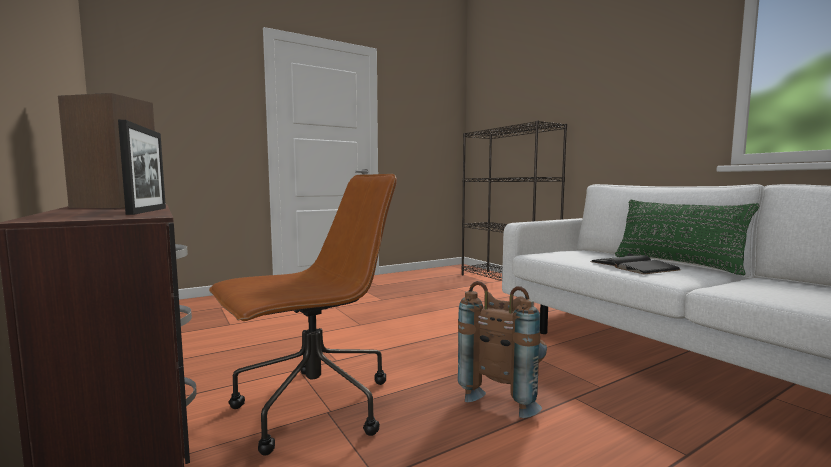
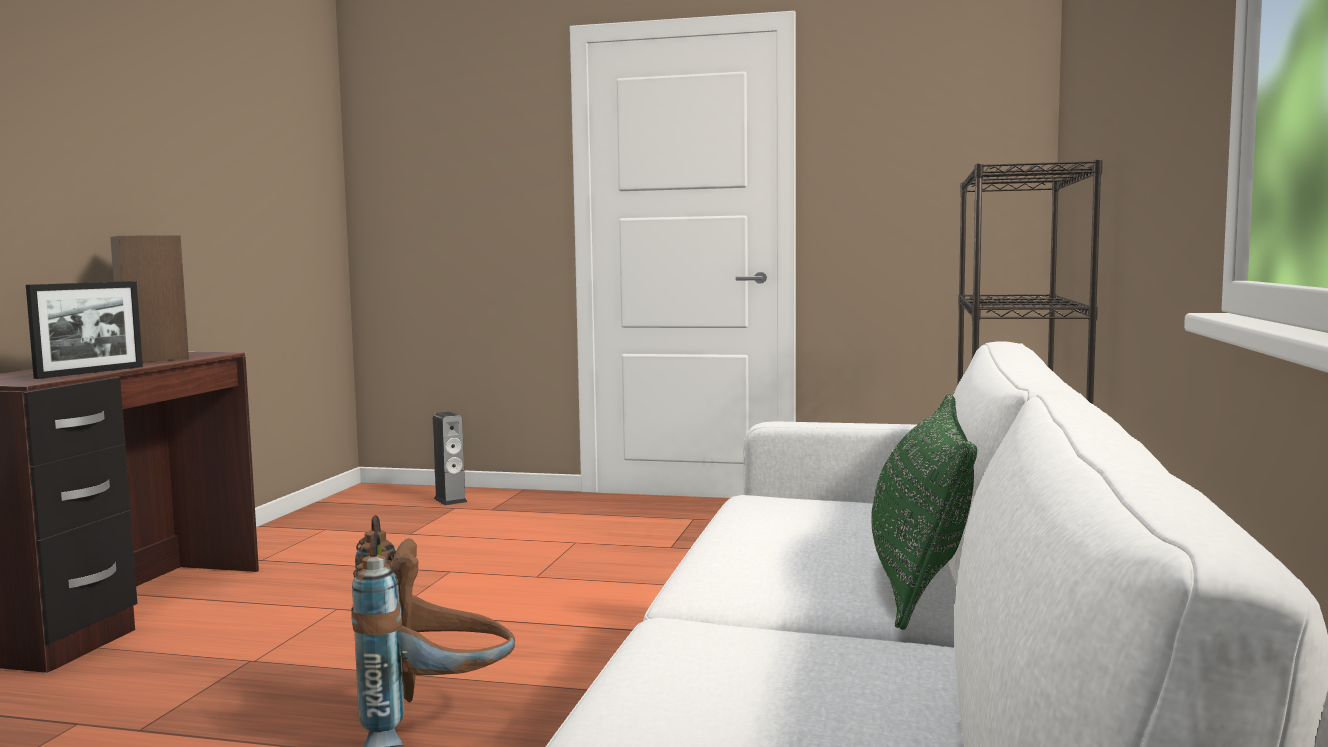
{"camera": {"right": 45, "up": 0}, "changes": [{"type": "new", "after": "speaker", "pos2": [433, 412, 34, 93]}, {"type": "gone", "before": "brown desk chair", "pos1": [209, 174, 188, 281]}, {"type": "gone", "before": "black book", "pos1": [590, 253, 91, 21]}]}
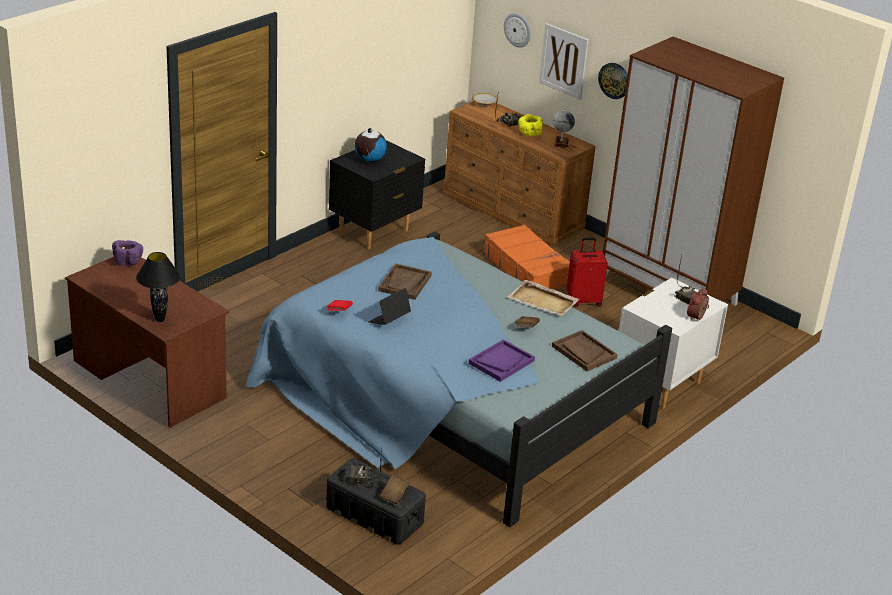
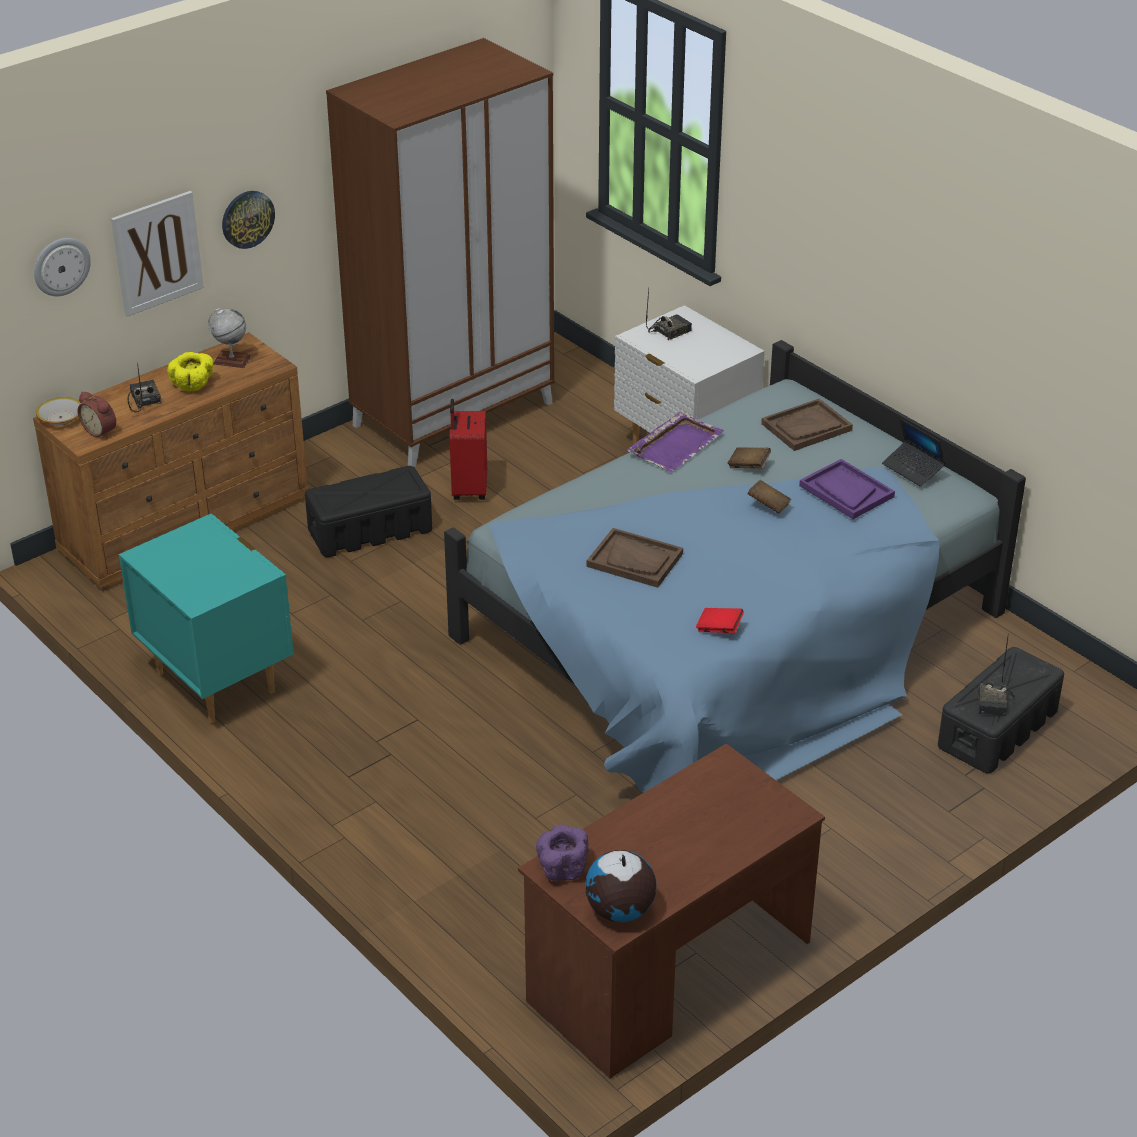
{"camera": {"right": -80, "up": 5}, "changes": [{"type": "shifted", "before": "table clock", "pos1": [687, 288, 22, 33], "pos2": [78, 392, 38, 47]}, {"type": "repainted", "before": "black bedside table", "after": "turquoise bedside table", "pos1": [329, 140, 96, 109], "pos2": [119, 513, 175, 211]}, {"type": "swapped", "before": "orange-coloured suitcase", "after": "black storage container", "pos1": [484, 224, 86, 65], "pos2": [305, 466, 127, 91]}, {"type": "shifted", "before": "desk globe", "pos1": [355, 128, 32, 34], "pos2": [585, 850, 72, 72]}, {"type": "repainted", "before": "beige tray", "after": "purplish tray", "pos1": [507, 280, 73, 36], "pos2": [627, 412, 97, 60]}, {"type": "shifted", "before": "brown book", "pos1": [379, 474, 30, 31], "pos2": [747, 480, 44, 34]}, {"type": "shifted", "before": "notebook computer", "pos1": [369, 288, 42, 37], "pos2": [882, 419, 63, 68]}, {"type": "gone", "before": "black lamp for a table", "pos1": [136, 252, 44, 70]}]}
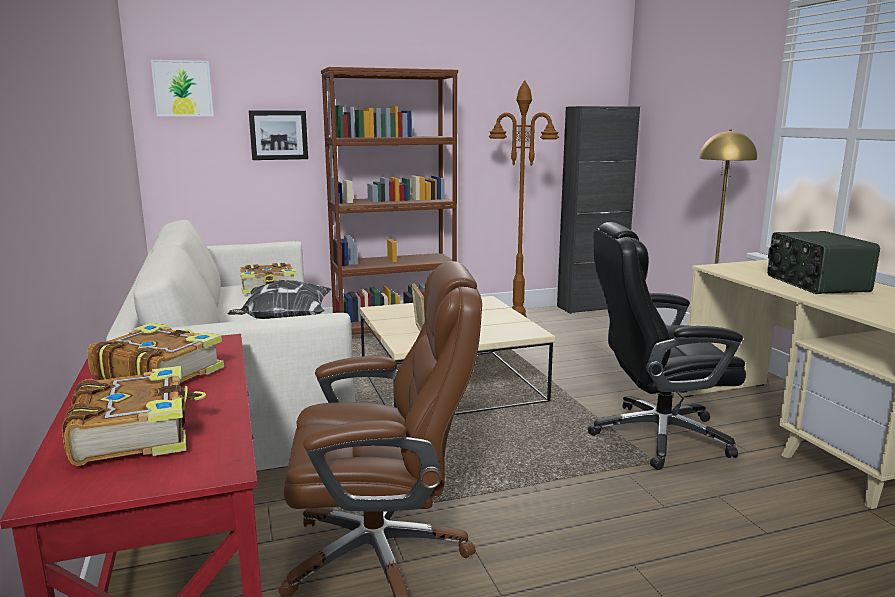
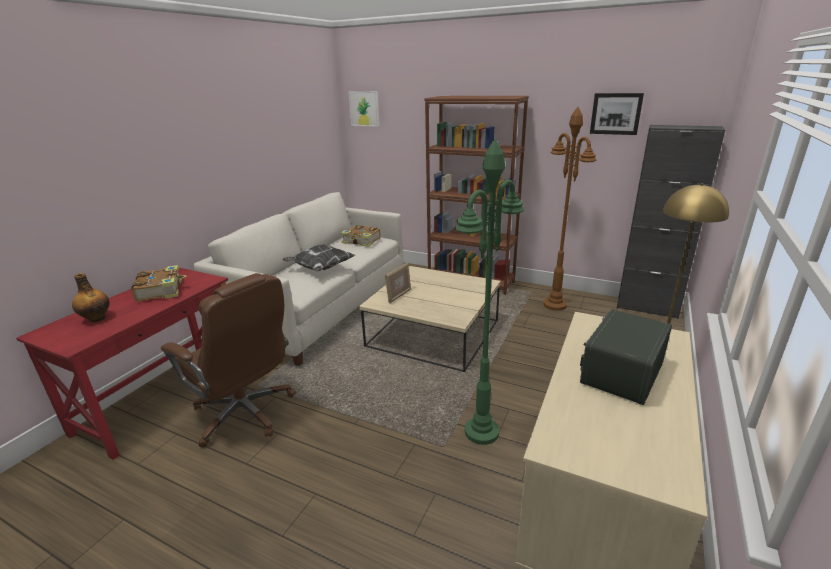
{"camera": {"right": 45, "up": 10}, "changes": [{"type": "swapped", "before": "book", "after": "bottle", "pos1": [62, 366, 144, 100], "pos2": [72, 273, 37, 49]}, {"type": "swapped", "before": "black desk chair", "after": "green-coloured standing lamp", "pos1": [588, 222, 158, 248], "pos2": [455, 139, 69, 306]}, {"type": "shifted", "before": "wall picture", "pos1": [249, 110, 59, 50], "pos2": [590, 93, 54, 42]}]}
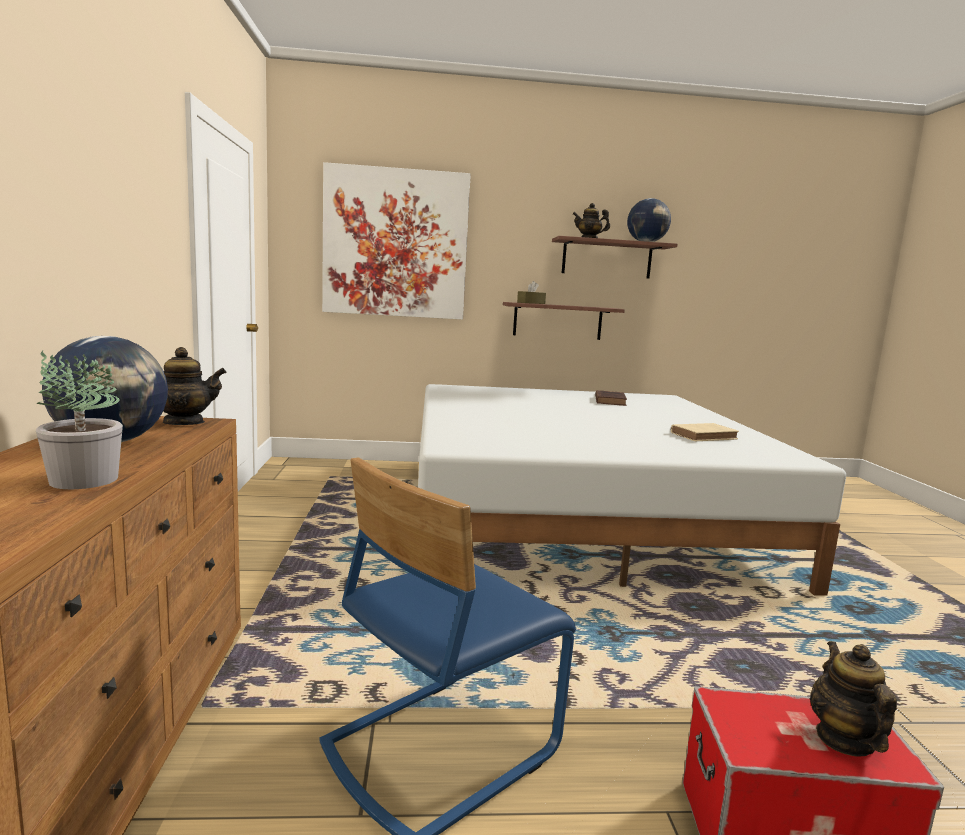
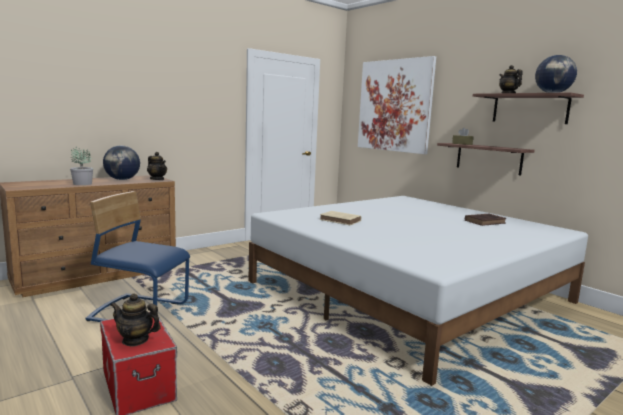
{"camera": {"right": 55, "up": 0}, "changes": [{"type": "rotated", "before": "pot for tea", "pos1": [810, 641, 87, 115], "pos2": [110, 293, 51, 53], "turn": -135}, {"type": "shifted", "before": "beige book", "pos1": [671, 423, 68, 18], "pos2": [320, 211, 41, 14]}]}
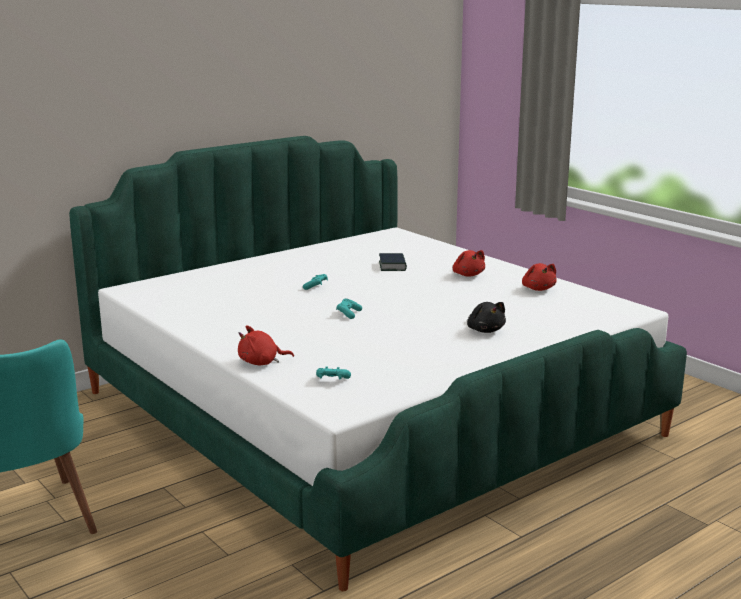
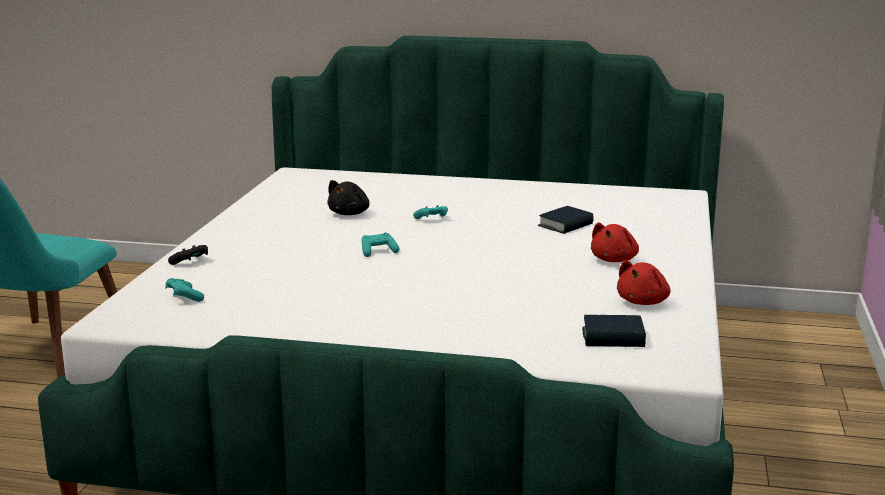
{"camera": {"right": 50, "up": 0}, "changes": [{"type": "swapped", "before": "reddish plush toy", "after": "black game controller", "pos1": [238, 325, 56, 40], "pos2": [168, 245, 40, 20]}, {"type": "shifted", "before": "black plush toy", "pos1": [467, 302, 39, 31], "pos2": [327, 180, 43, 35]}, {"type": "new", "after": "book", "pos2": [582, 315, 64, 32]}]}
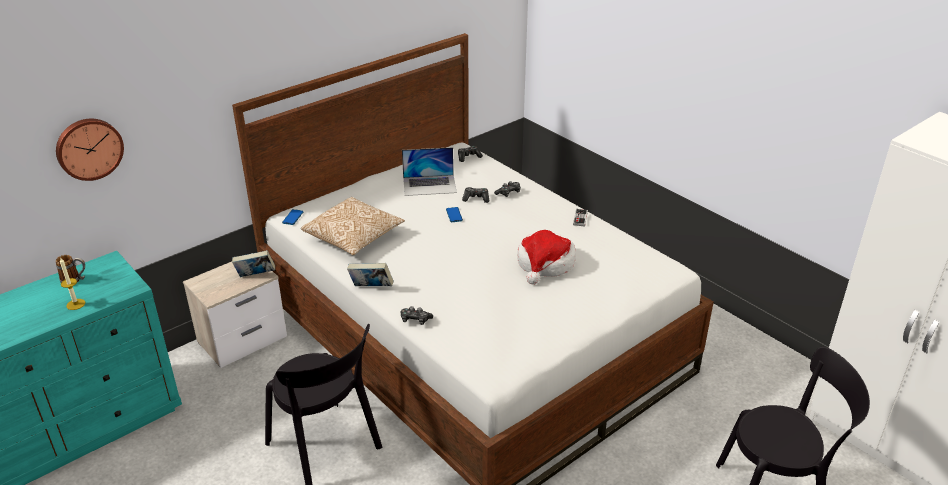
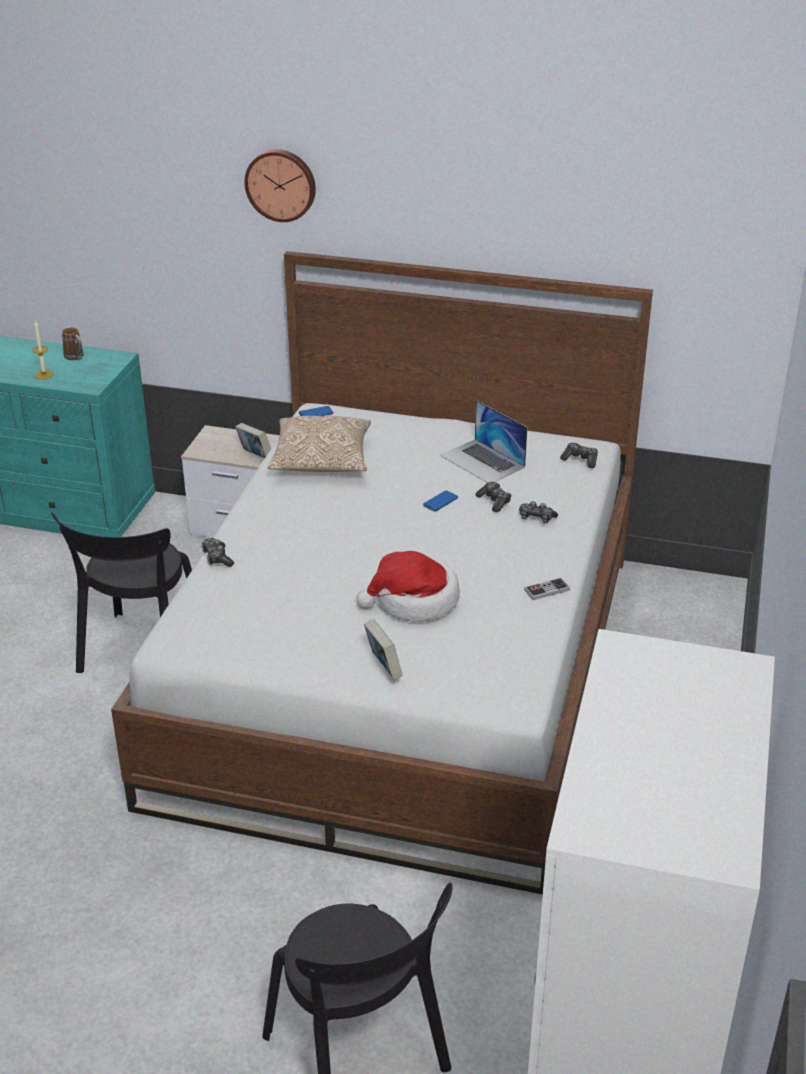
{"camera": {"right": 55, "up": 0}, "changes": [{"type": "shifted", "before": "wall clock", "pos1": [56, 119, 68, 62], "pos2": [244, 149, 72, 73]}, {"type": "shifted", "before": "book", "pos1": [347, 263, 47, 23], "pos2": [364, 619, 39, 61]}]}
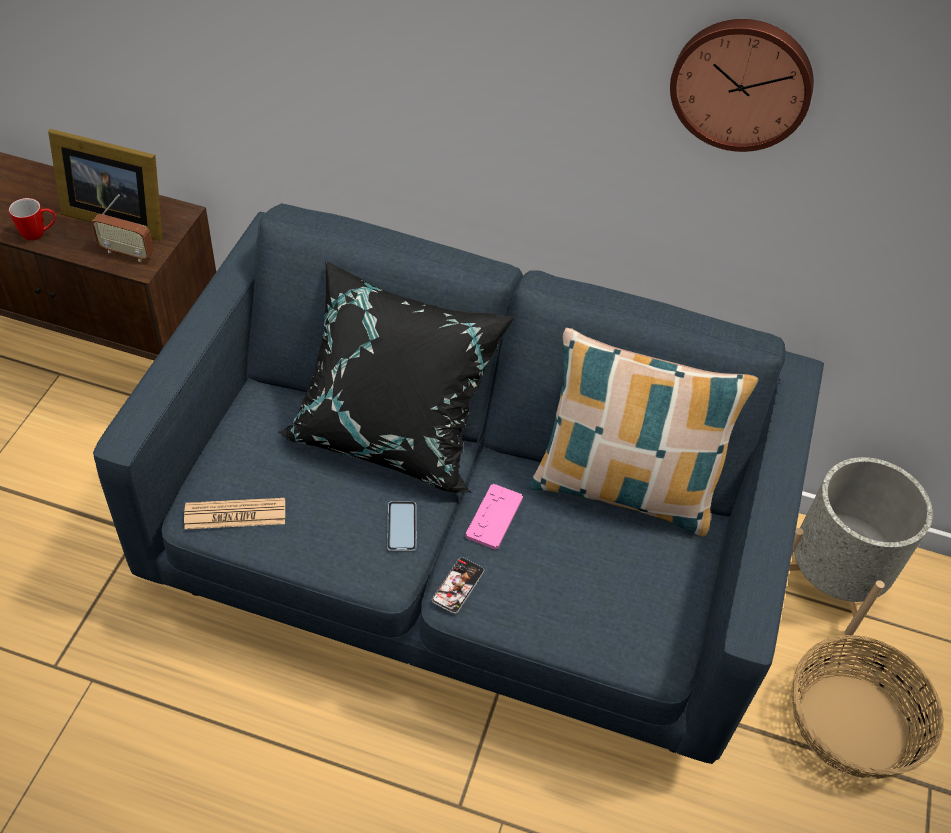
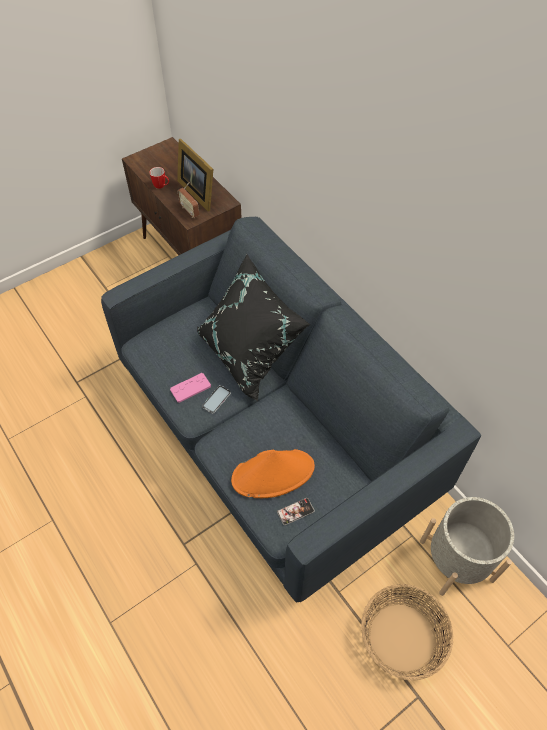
{"camera": {"right": 40, "up": 5}, "changes": [{"type": "shifted", "before": "pink-coloured game controller", "pos1": [465, 484, 58, 66], "pos2": [170, 373, 41, 30]}, {"type": "new", "after": "orange-coloured wearable hat", "pos2": [231, 449, 84, 49]}, {"type": "shifted", "before": "telephone", "pos1": [432, 557, 52, 57], "pos2": [277, 498, 37, 27]}, {"type": "gone", "before": "daily paper", "pos1": [184, 498, 101, 32]}, {"type": "gone", "before": "throw pillow", "pos1": [529, 328, 229, 209]}, {"type": "gone", "before": "wall clock", "pos1": [670, 19, 144, 133]}]}
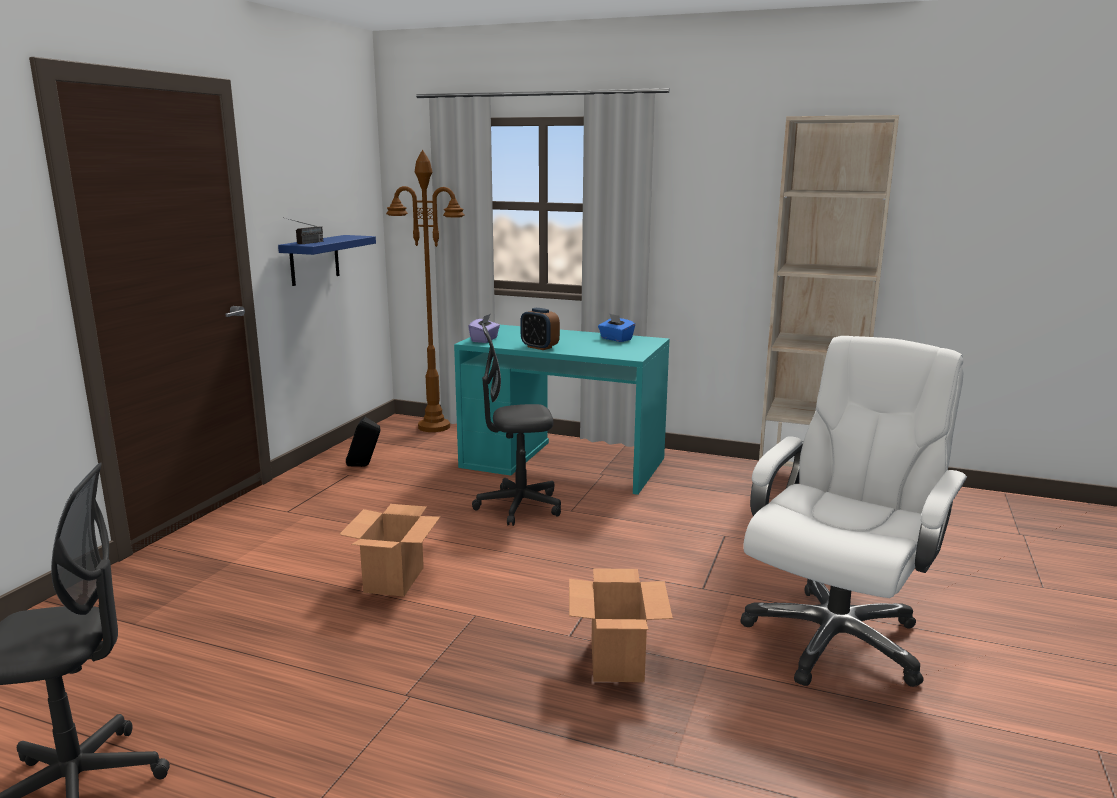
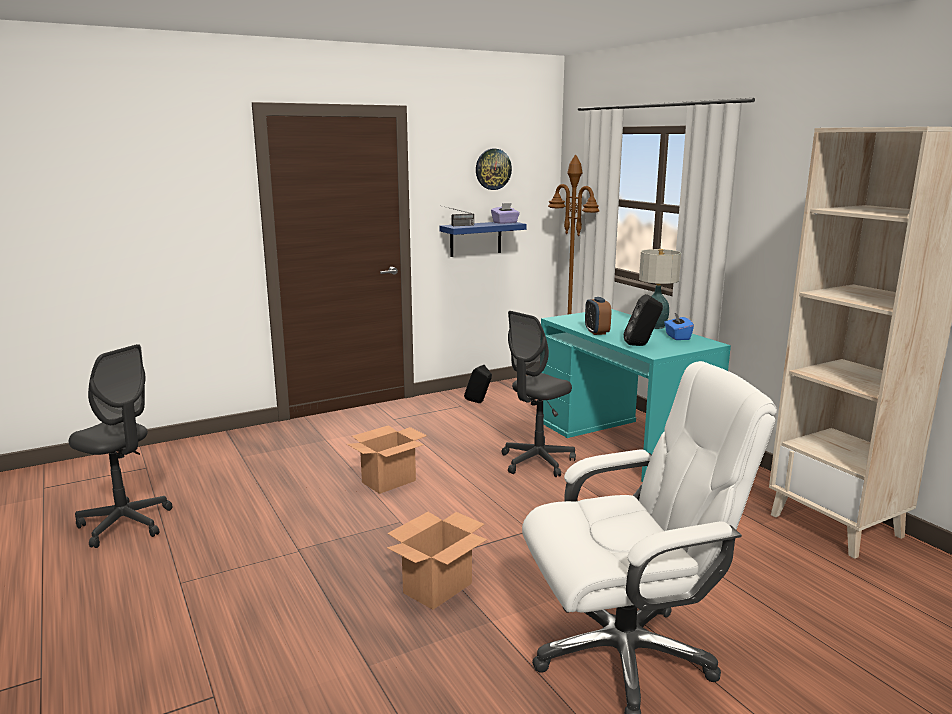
{"camera": {"right": 40, "up": 0}, "changes": [{"type": "new", "after": "wall clock", "pos2": [476, 149, 36, 41]}, {"type": "shifted", "before": "purplish tissue box", "pos1": [468, 314, 32, 29], "pos2": [491, 203, 29, 21]}, {"type": "rotated", "before": "grey desk chair", "pos1": [472, 323, 89, 203], "pos2": [502, 311, 74, 166], "turn": -75}, {"type": "new", "after": "black speaker", "pos2": [624, 294, 39, 52]}, {"type": "new", "after": "lamp for a table", "pos2": [639, 249, 42, 80]}]}
